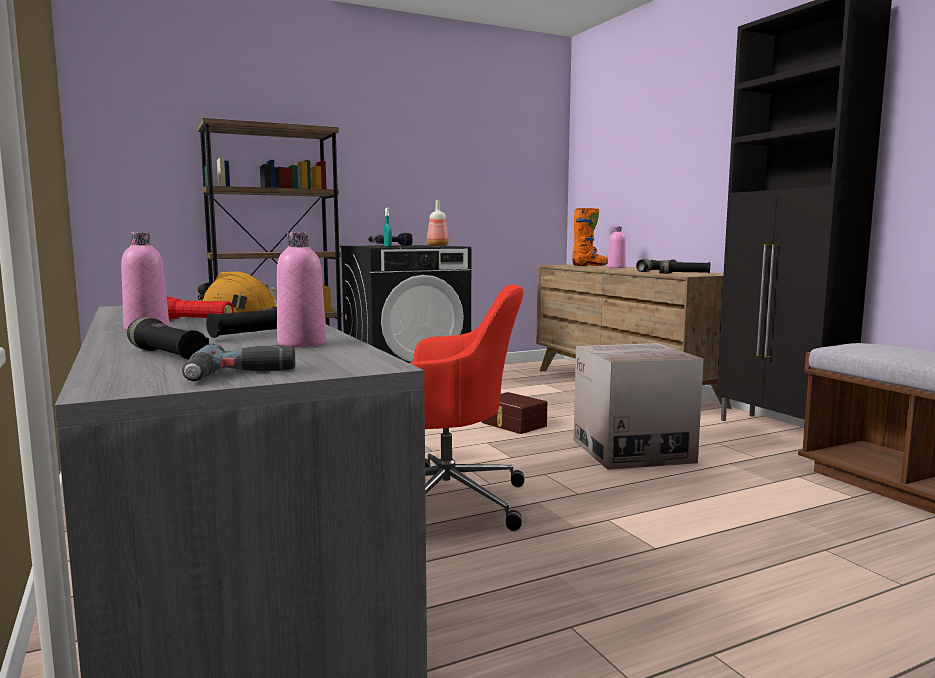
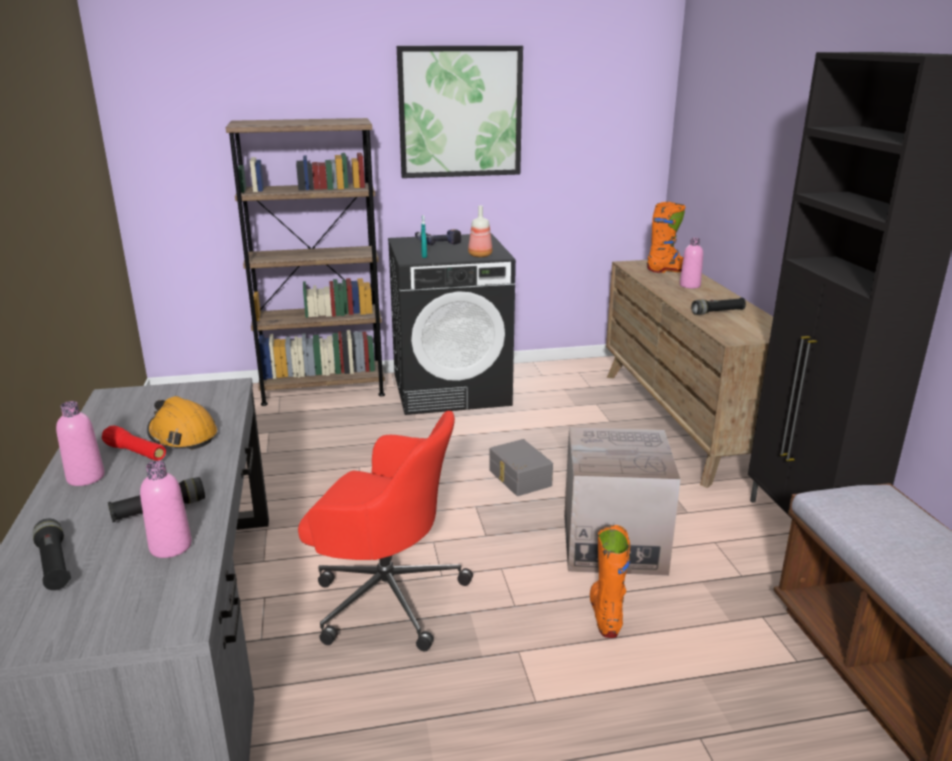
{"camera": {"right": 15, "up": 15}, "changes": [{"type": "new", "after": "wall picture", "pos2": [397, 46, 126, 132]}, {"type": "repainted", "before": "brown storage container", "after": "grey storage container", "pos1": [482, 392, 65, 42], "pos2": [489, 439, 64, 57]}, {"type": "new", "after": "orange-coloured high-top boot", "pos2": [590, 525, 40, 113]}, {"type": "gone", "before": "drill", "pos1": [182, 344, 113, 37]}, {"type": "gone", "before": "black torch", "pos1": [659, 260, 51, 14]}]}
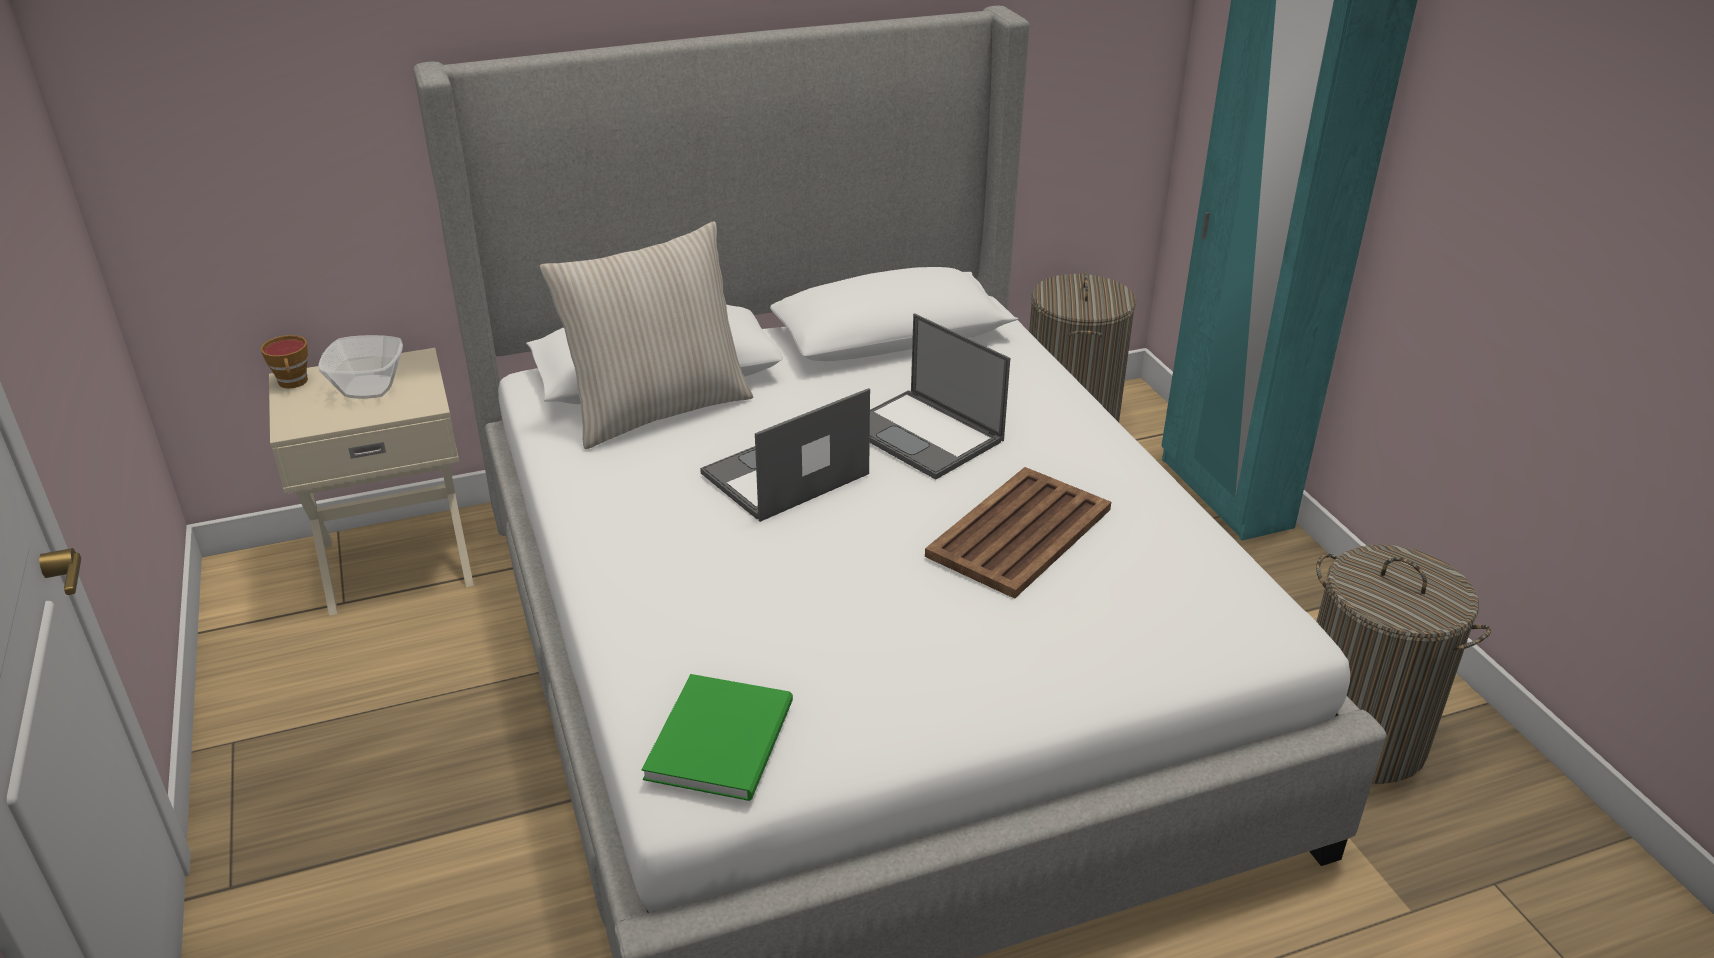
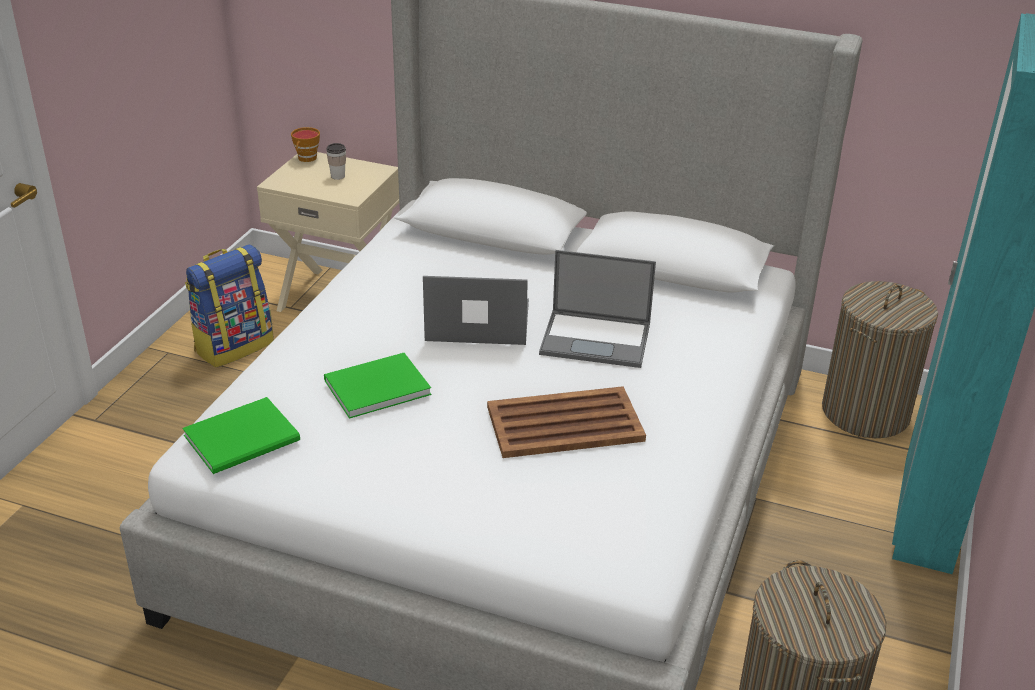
{"camera": {"right": 40, "up": 0}, "changes": [{"type": "new", "after": "backpack", "pos2": [185, 244, 89, 123]}, {"type": "new", "after": "green-coloured book", "pos2": [324, 353, 107, 66]}, {"type": "swapped", "before": "bowl", "after": "cup", "pos1": [318, 335, 85, 64], "pos2": [326, 143, 20, 37]}, {"type": "rotated", "before": "notebook computer", "pos1": [870, 313, 140, 167], "pos2": [539, 250, 117, 118], "turn": -75}, {"type": "gone", "before": "beige throw pillow", "pos1": [540, 221, 213, 228]}]}
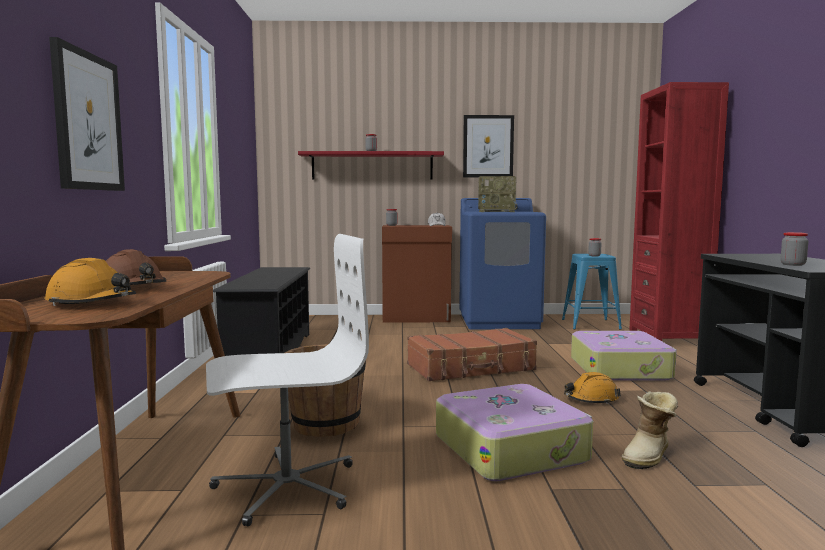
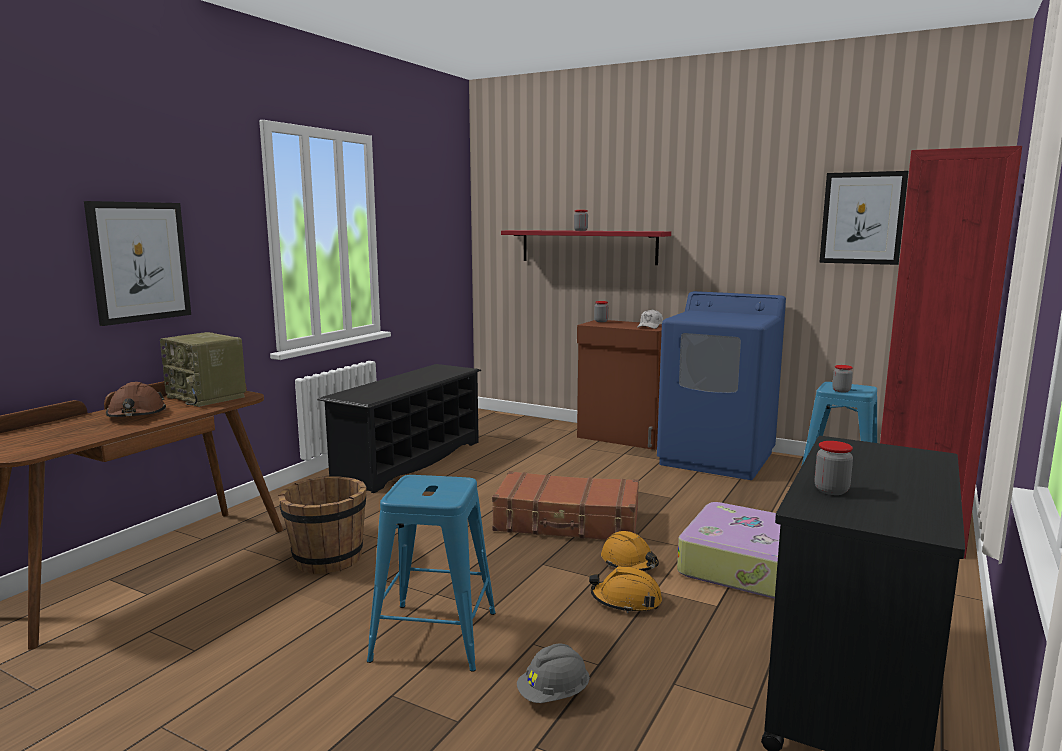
{"camera": {"right": 30, "up": 5}, "changes": [{"type": "shifted", "before": "radio set", "pos1": [478, 176, 40, 36], "pos2": [160, 332, 86, 75]}, {"type": "swapped", "before": "suitcase", "after": "bluish stool seat", "pos1": [436, 384, 157, 97], "pos2": [367, 475, 129, 197]}, {"type": "swapped", "before": "high-top boot", "after": "grey work helmet", "pos1": [621, 391, 57, 79], "pos2": [517, 644, 73, 59]}, {"type": "shifted", "before": "orange-coloured work helmet", "pos1": [44, 258, 92, 48], "pos2": [601, 531, 58, 40]}, {"type": "shifted", "before": "wall picture", "pos1": [463, 115, 51, 63], "pos2": [819, 171, 90, 94]}, {"type": "gone", "before": "whitish desk chair", "pos1": [206, 234, 163, 293]}]}
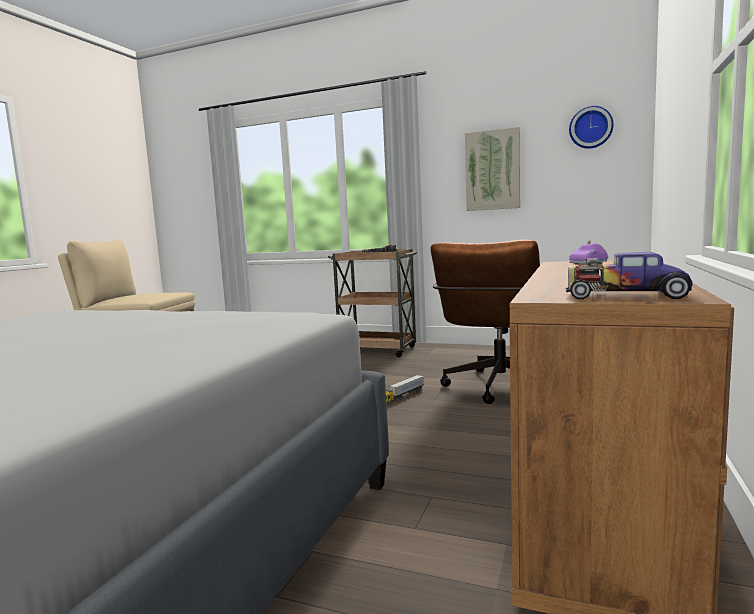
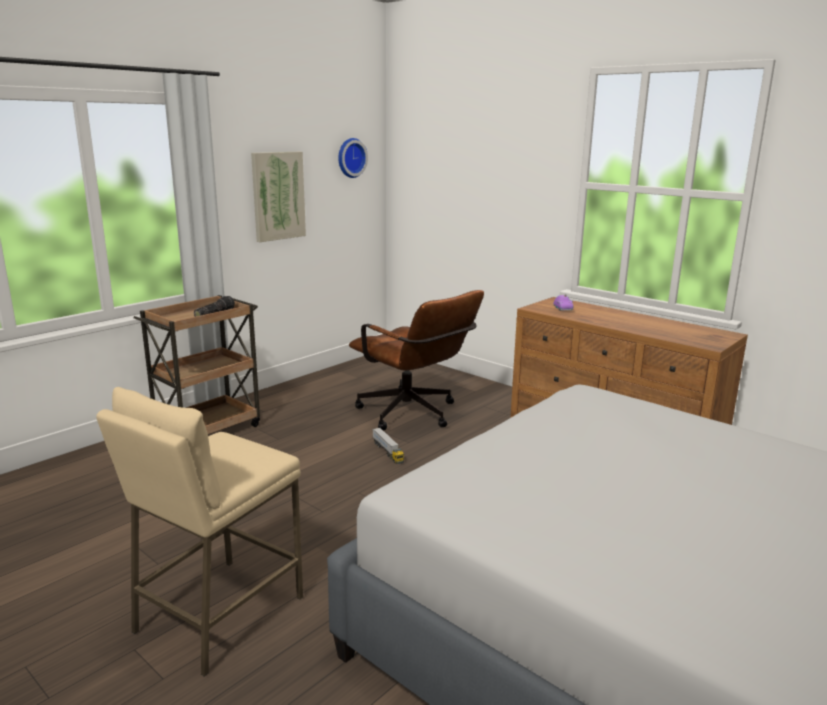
{"camera": {"right": -70, "up": 10}, "changes": [{"type": "gone", "before": "toy car", "pos1": [566, 252, 127, 47]}]}
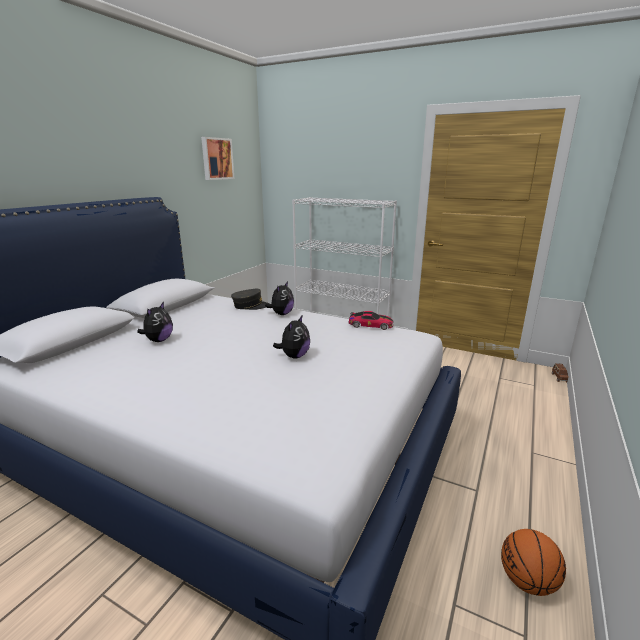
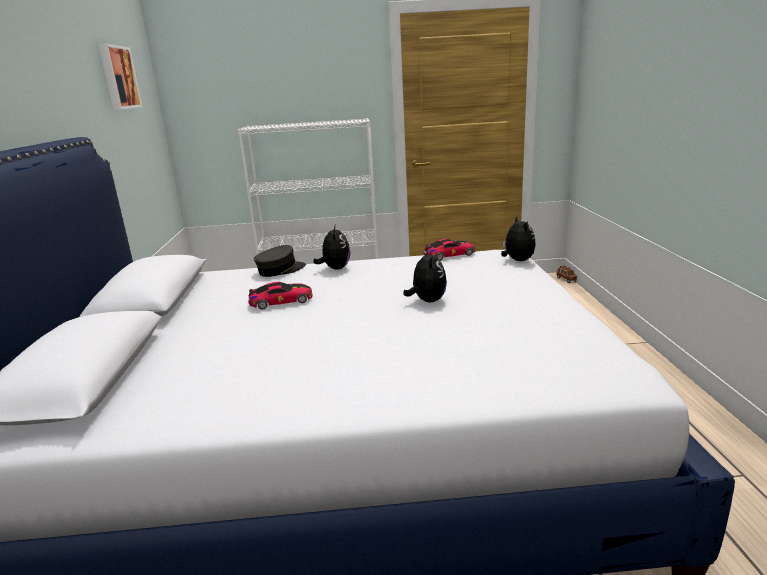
{"camera": {"right": -30, "up": 0}, "changes": [{"type": "new", "after": "toy car", "pos2": [248, 282, 65, 28]}, {"type": "shifted", "before": "plush toy", "pos1": [137, 302, 36, 40], "pos2": [501, 216, 35, 45]}, {"type": "gone", "before": "basketball ball", "pos1": [501, 529, 65, 67]}]}
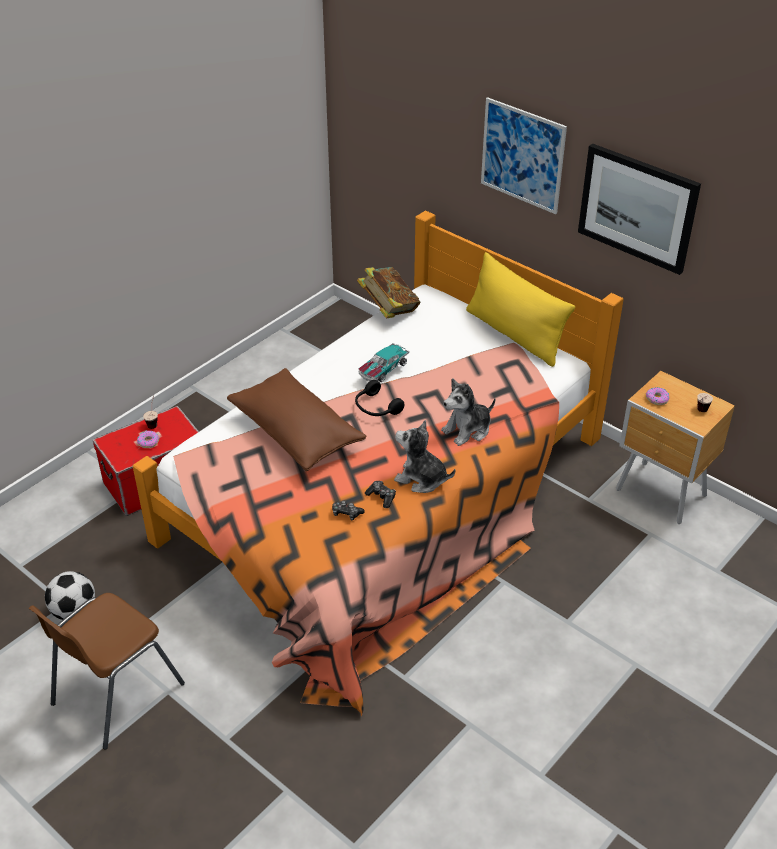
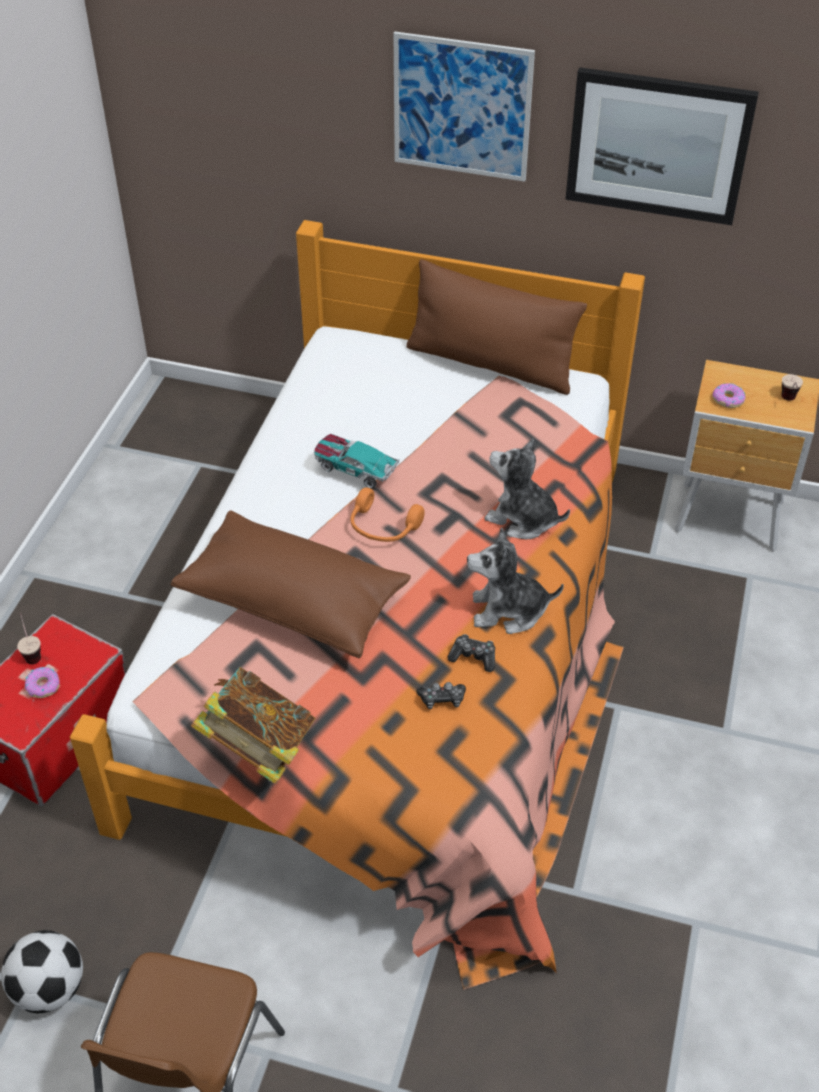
{"camera": {"right": -25, "up": 5}, "changes": [{"type": "shifted", "before": "book", "pos1": [357, 267, 63, 52], "pos2": [191, 667, 125, 117]}, {"type": "rotated", "before": "toy car", "pos1": [358, 343, 51, 39], "pos2": [314, 434, 85, 55], "turn": 105}, {"type": "repainted", "before": "black pair of headphones", "after": "orange-coloured pair of headphones", "pos1": [355, 380, 50, 36], "pos2": [350, 487, 75, 55]}, {"type": "repainted", "before": "yellowish throw pillow", "after": "brown throw pillow", "pos1": [466, 252, 109, 115], "pos2": [406, 259, 181, 136]}, {"type": "rotated", "before": "plush toy", "pos1": [441, 378, 54, 68], "pos2": [485, 438, 85, 101], "turn": 90}]}
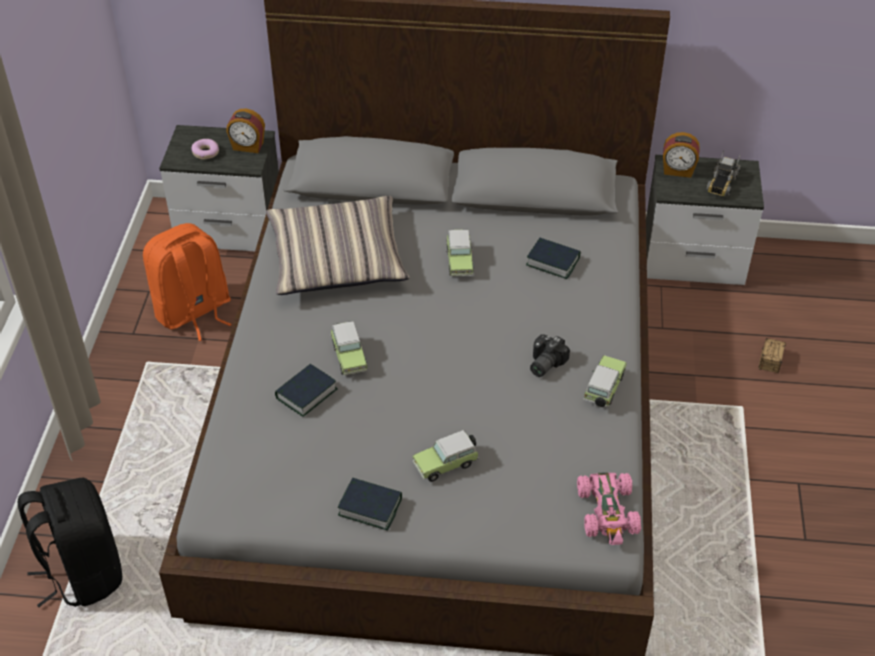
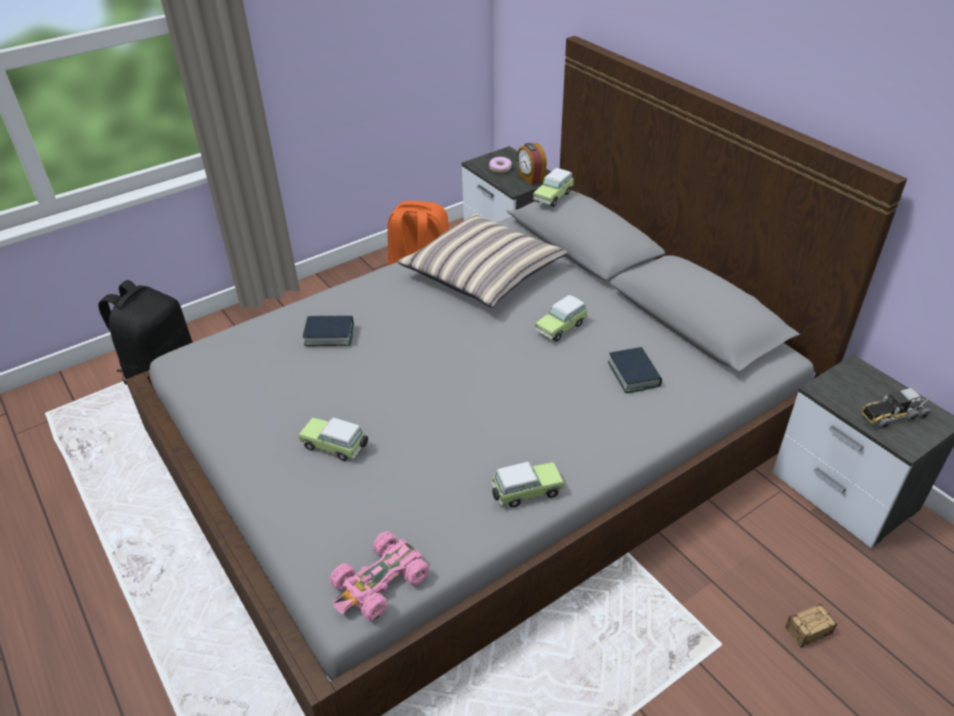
{"camera": {"right": 50, "up": -5}, "changes": [{"type": "shifted", "before": "toy car", "pos1": [331, 321, 36, 54], "pos2": [533, 168, 41, 39]}, {"type": "gone", "before": "book", "pos1": [338, 478, 64, 53]}, {"type": "gone", "before": "still camera", "pos1": [530, 334, 40, 43]}, {"type": "gone", "before": "table clock", "pos1": [663, 132, 37, 46]}]}
